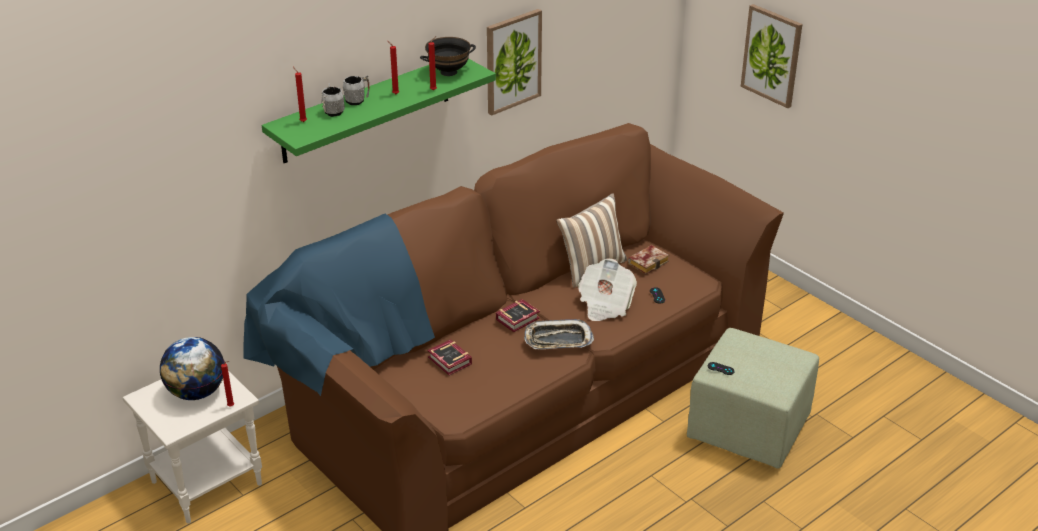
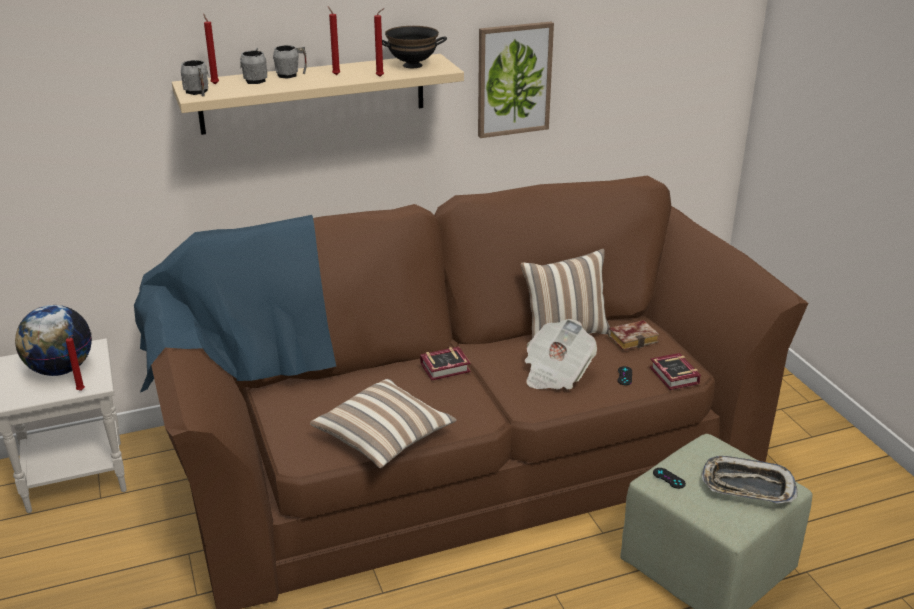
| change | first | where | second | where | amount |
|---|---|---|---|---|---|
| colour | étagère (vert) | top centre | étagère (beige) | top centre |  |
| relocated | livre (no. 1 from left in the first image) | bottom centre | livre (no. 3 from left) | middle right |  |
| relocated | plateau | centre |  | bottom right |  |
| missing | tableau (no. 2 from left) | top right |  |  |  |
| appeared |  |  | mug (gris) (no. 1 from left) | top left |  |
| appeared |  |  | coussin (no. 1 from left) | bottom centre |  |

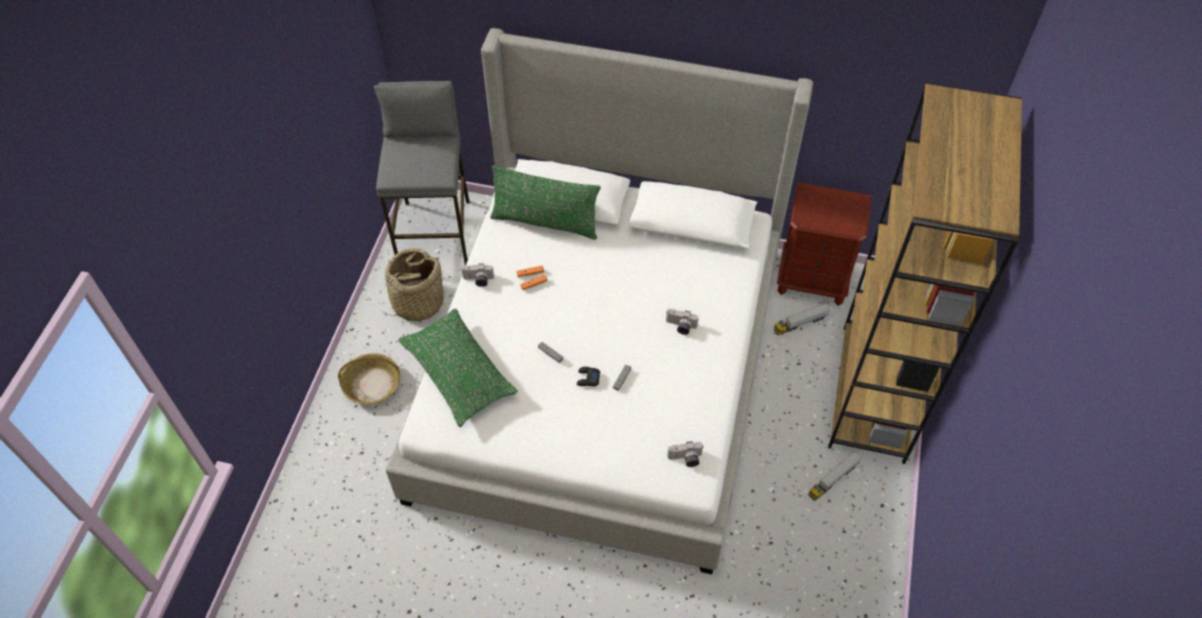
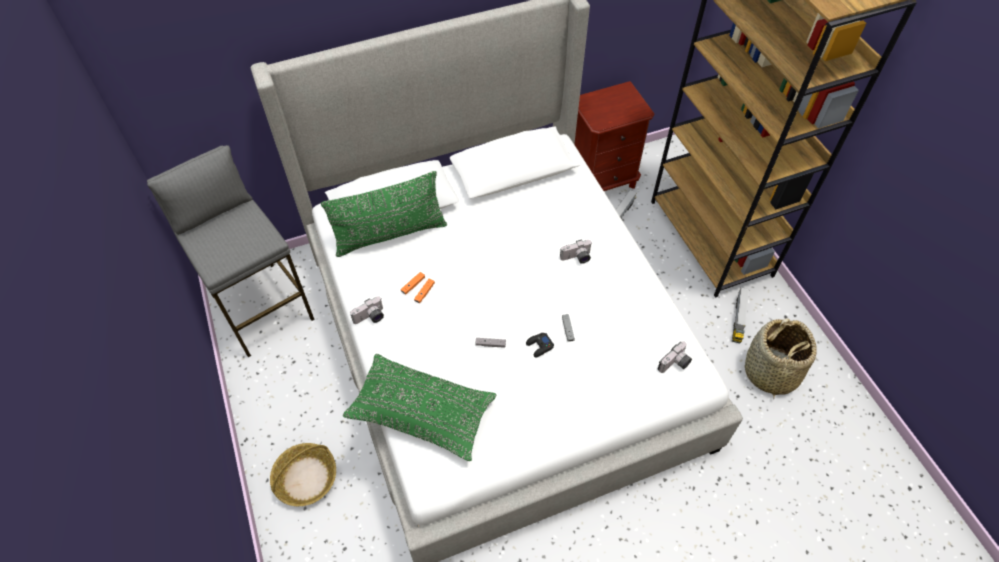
| change | first | where | second | where | amount |
|---|---|---|---|---|---|
| relocated | panier (no. 2 from left) | centre |  | middle right |  |

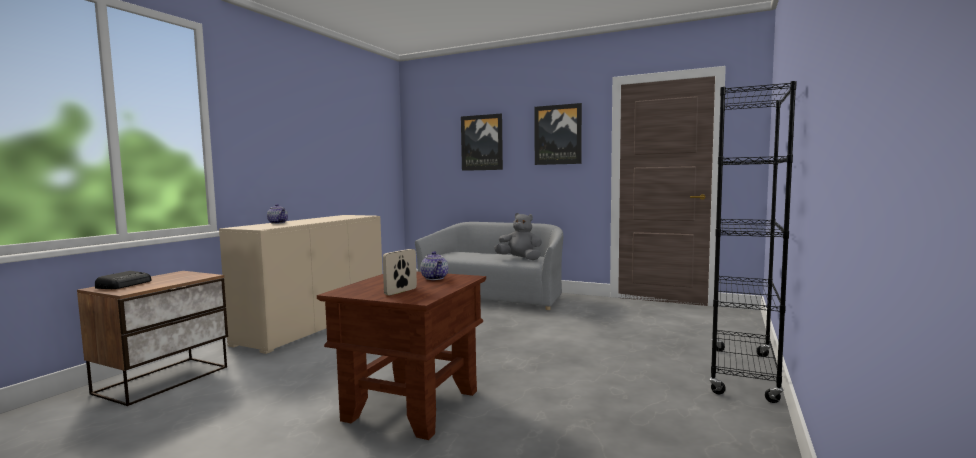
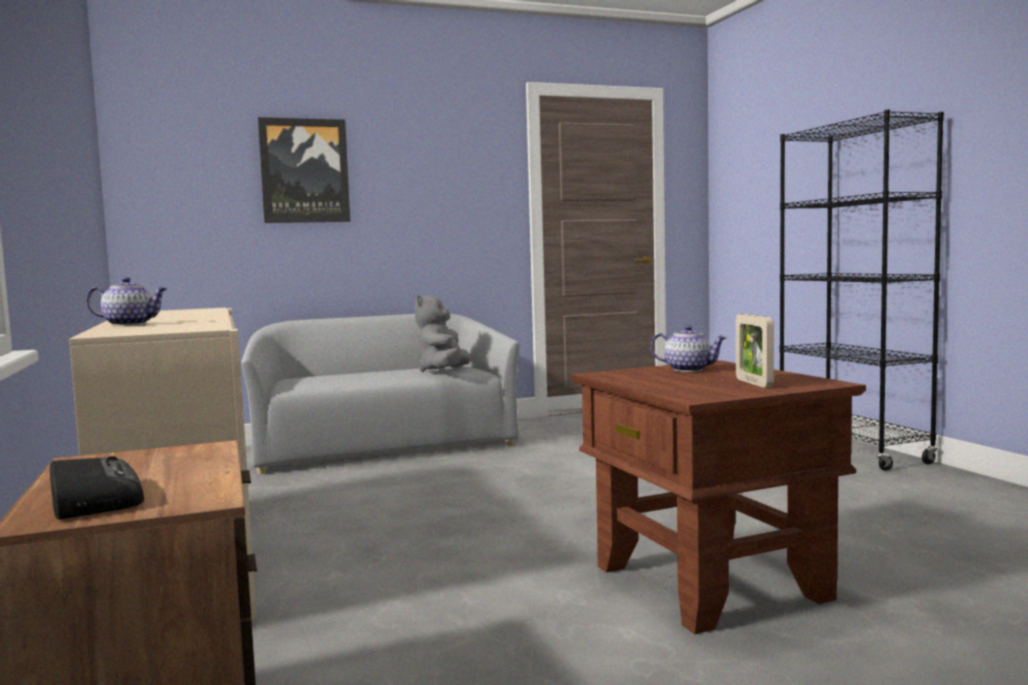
| change | first | where | second | where | amount |
|---|---|---|---|---|---|
| spun | peluche (gris) | centre |  | centre | 60 degrees counterclockwise |
| missing | tableau (no. 2 from left) | top centre |  |  |  |

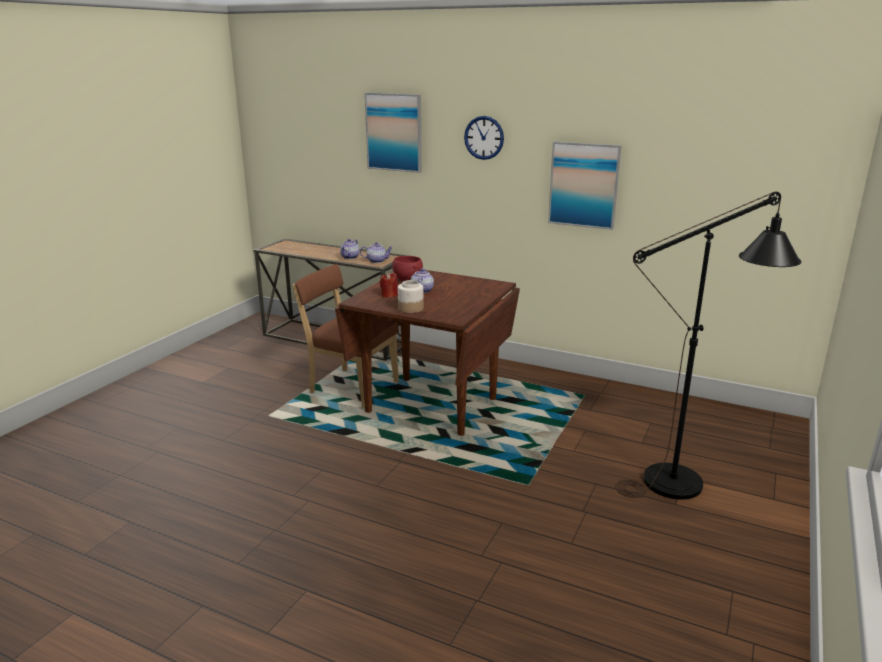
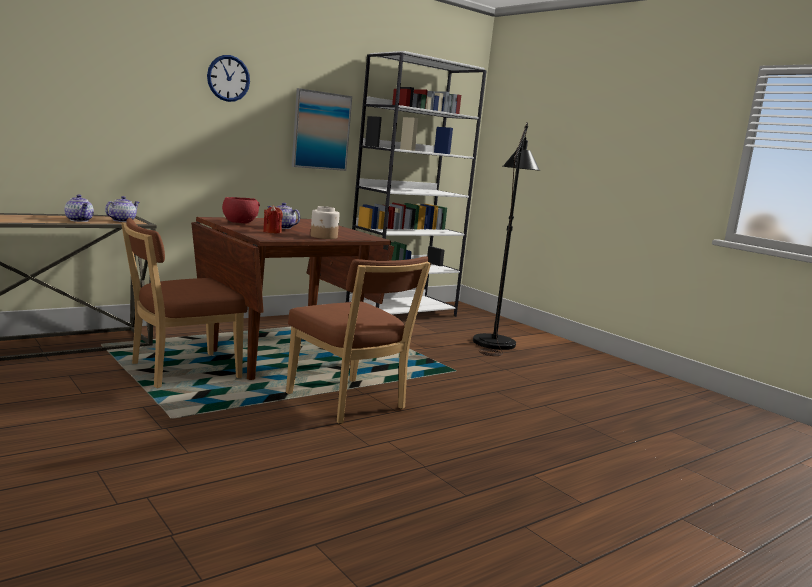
| change | first | where | second | where | amount |
|---|---|---|---|---|---|
| missing | tableau (no. 1 from left) | top centre |  |  |  |
| appeared |  |  | chaise (marron) (no. 2 from left) | centre |  |
| appeared |  |  | bibliothèque (blanc) | top centre |  |

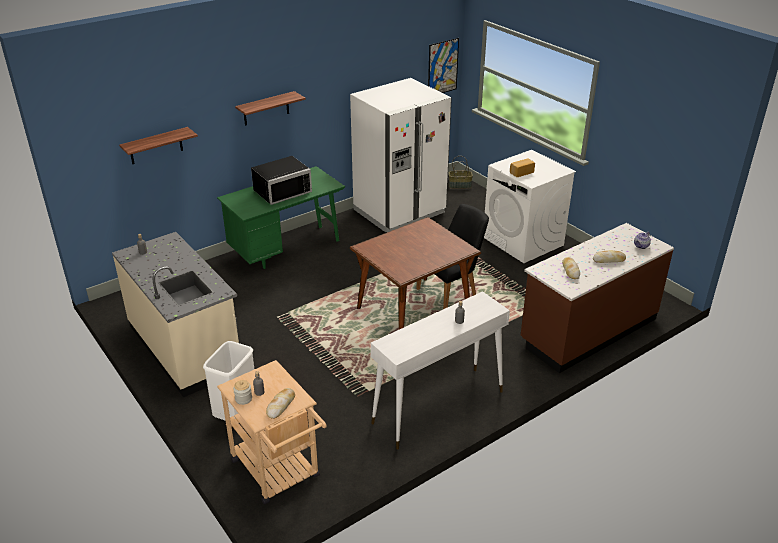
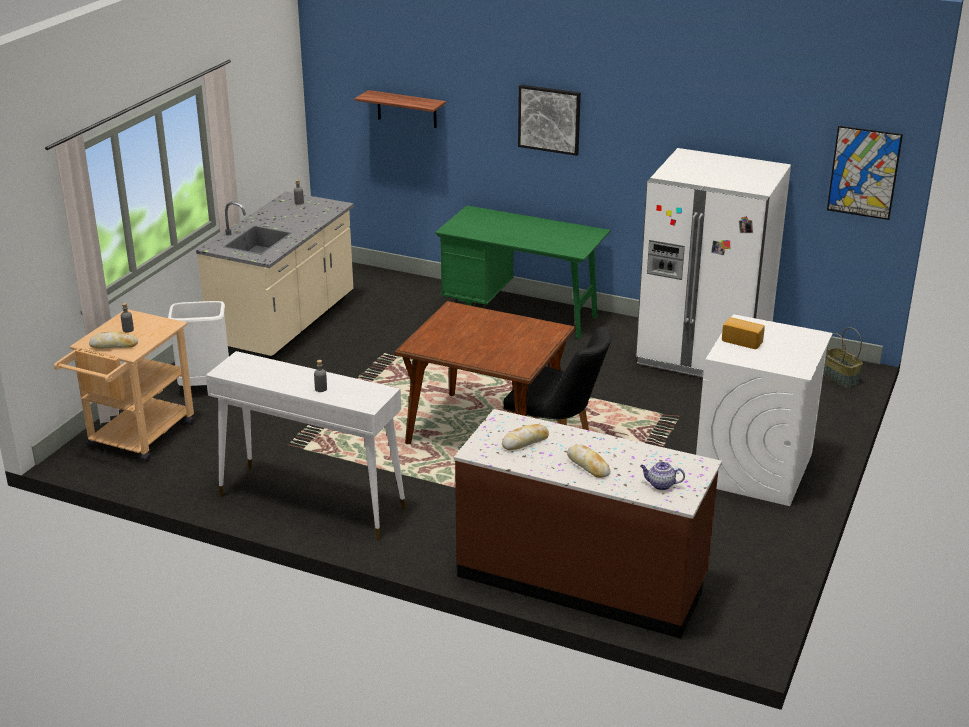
| change | first | where | second | where | amount |
|---|---|---|---|---|---|
| missing | bocal | bottom left |  |  |  |
| exchanged | étagère (no. 2 from left) | top centre | tableau (no. 1 from left) | top centre |  |
| missing | micro-ondes (noir) | top centre |  |  |  |

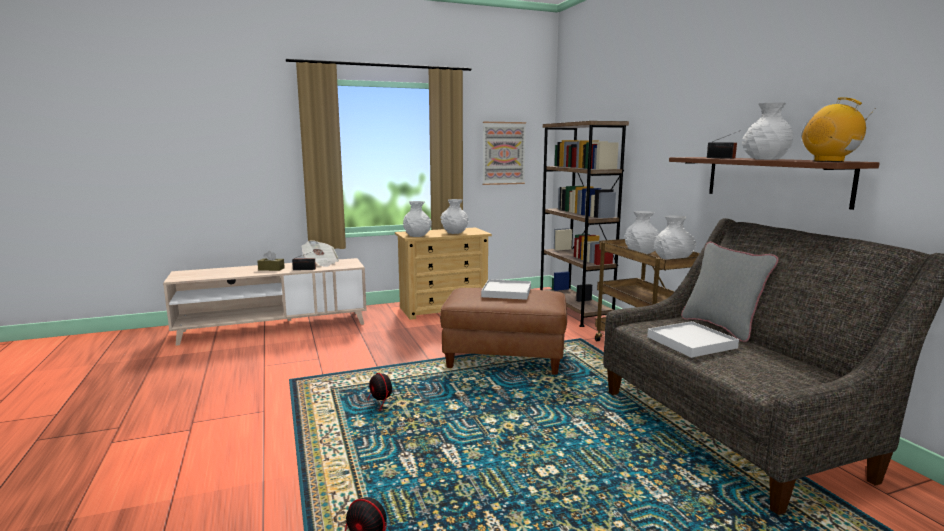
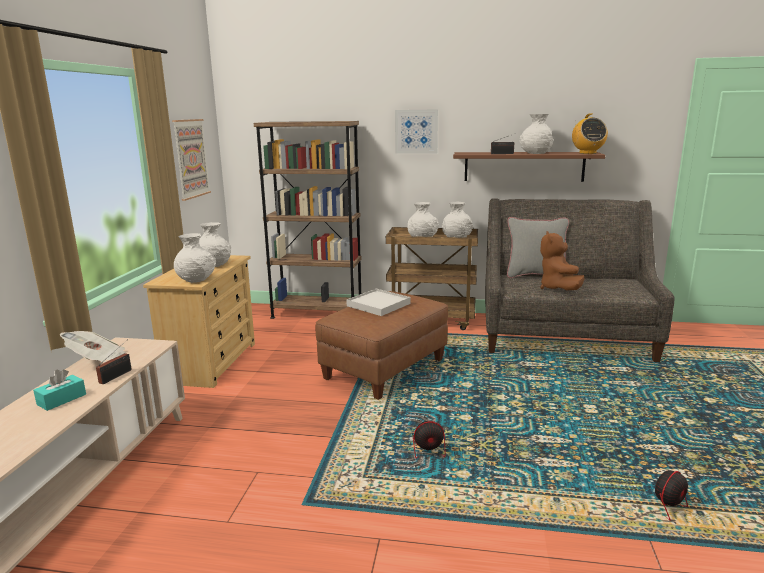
| change | first | where | second | where | amount |
|---|---|---|---|---|---|
| colour | boîte à mouchoirs (marron) | middle left | boîte à mouchoirs (turquoise) | bottom left |  |
| exchanged | plateau (blanc) (no. 2 from left) | middle right | peluche (marron) | middle right |  |
| spun | radio (no. 3 from left) | top right |  | top right | 90 degrees counterclockwise |
| appeared |  |  | tableau (no. 2 from left) | top centre |  |

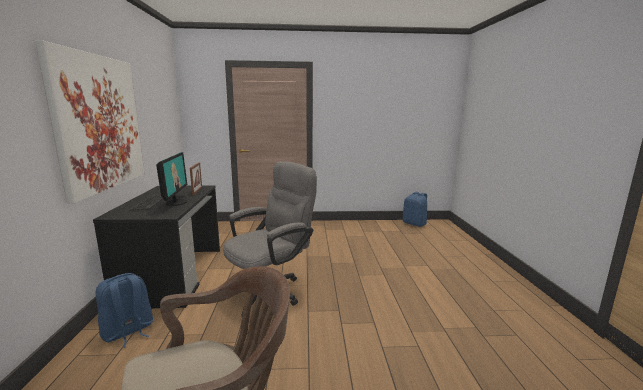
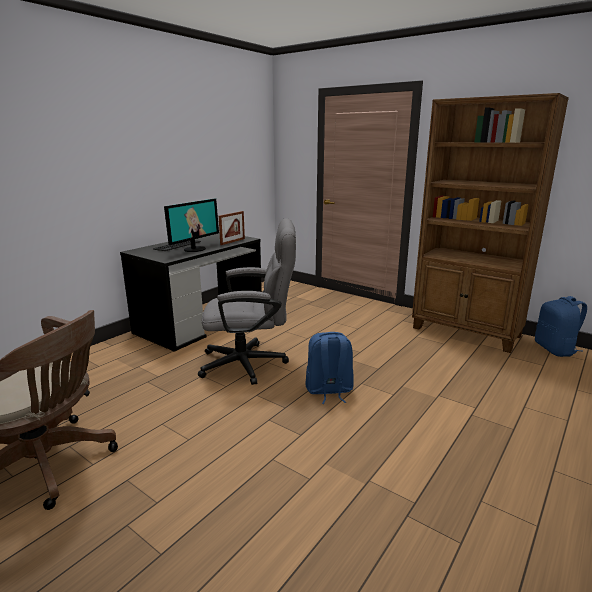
| change | first | where | second | where | amount |
|---|---|---|---|---|---|
| missing | tableau | top left |  |  |  |
| relocated | sac à dos (bleu) (no. 1 from left) | bottom left |  | centre |  |
| appeared |  |  | bibliothèque (marron) | middle right |  |

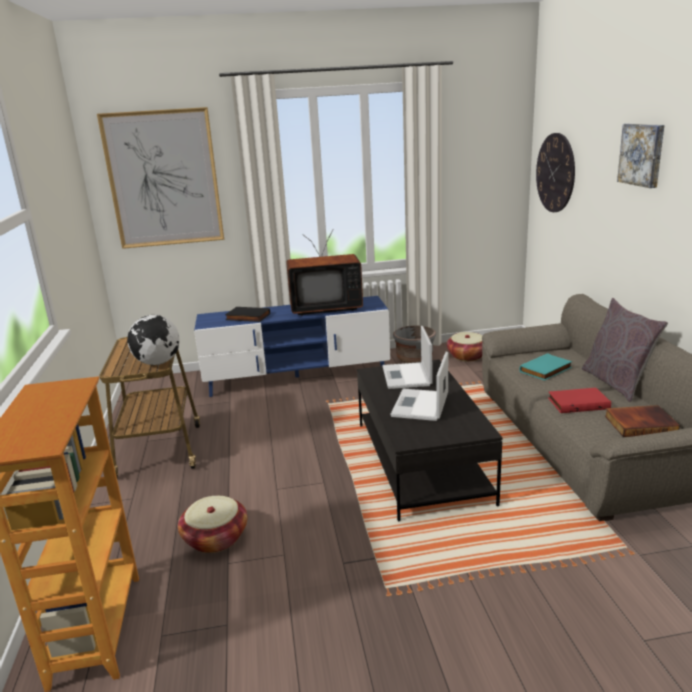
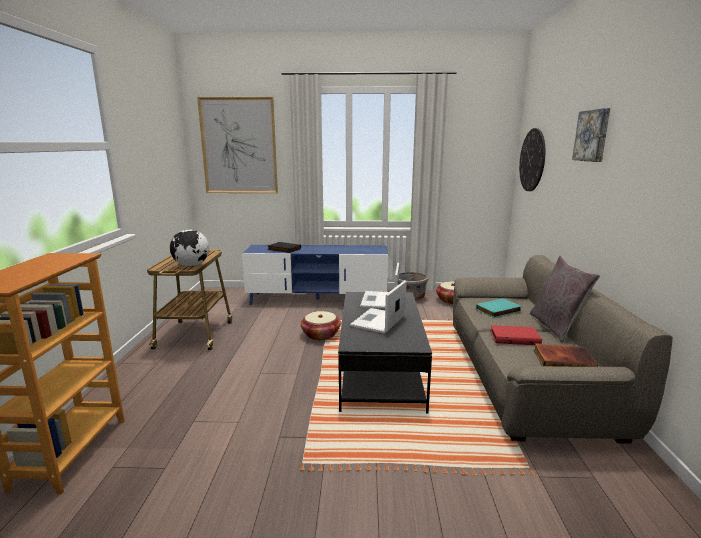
| change | first | where | second | where | amount |
|---|---|---|---|---|---|
| relocated | panier (no. 1 from left) | bottom left |  | centre |  |
| missing | téléviseur | centre |  |  |  |

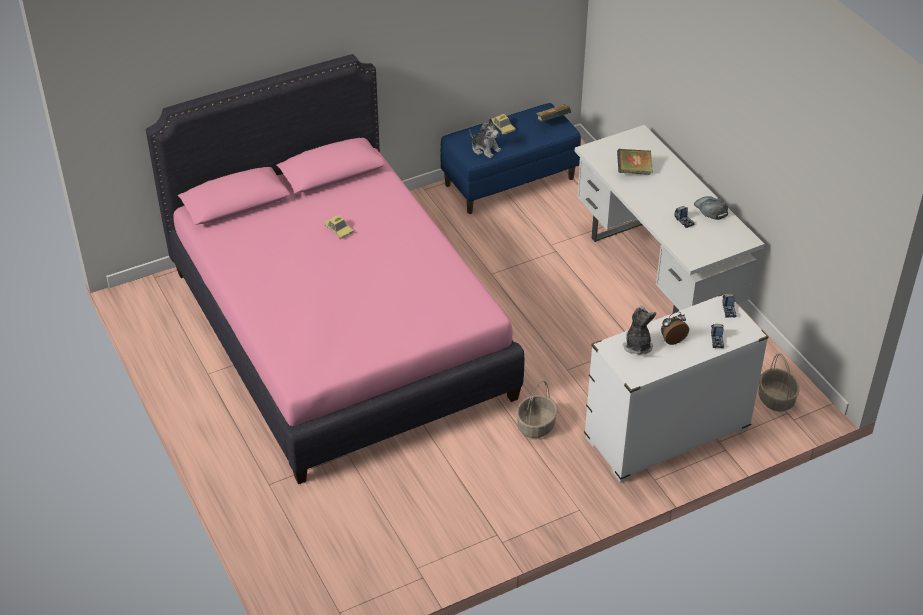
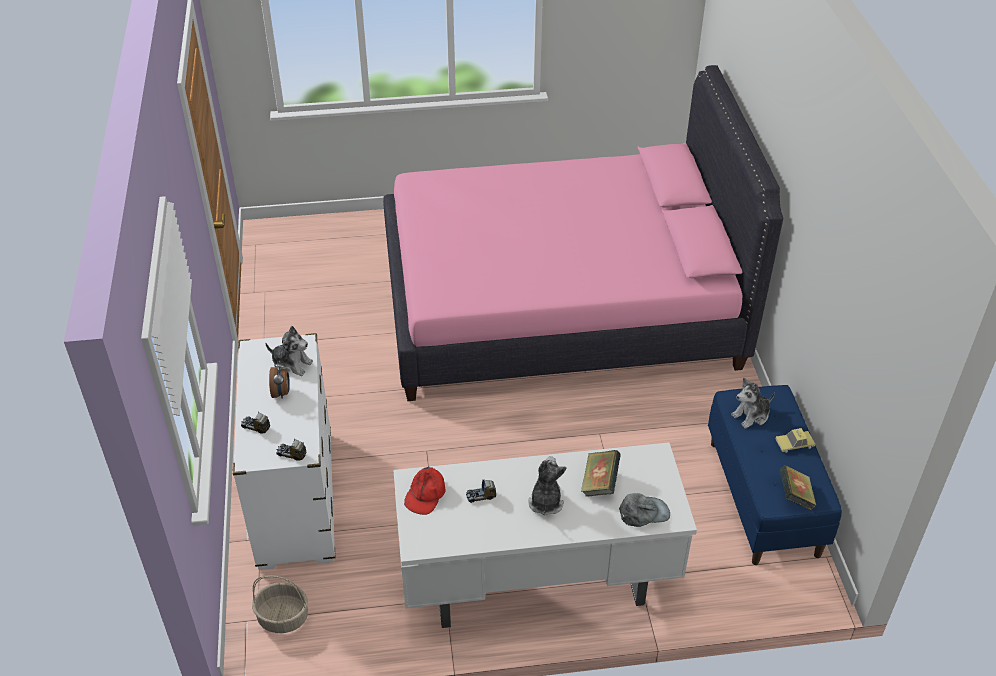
| change | first | where | second | where | amount |
|---|---|---|---|---|---|
| missing | petite voiture (no. 1 from left) | centre |  |  |  |
| missing | panier (no. 1 from left) | centre |  |  |  |
| relocated | casquette (gris) | middle right |  | bottom centre |  |
| appeared |  |  | casquette (rouge) | bottom centre |  |
| appeared |  |  | peluche (no. 2 from left) | bottom centre |  |

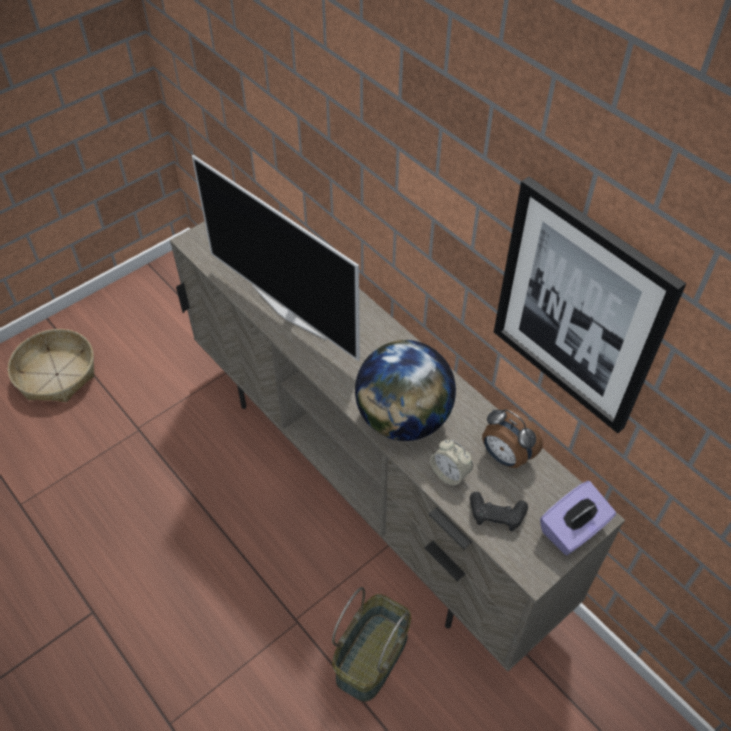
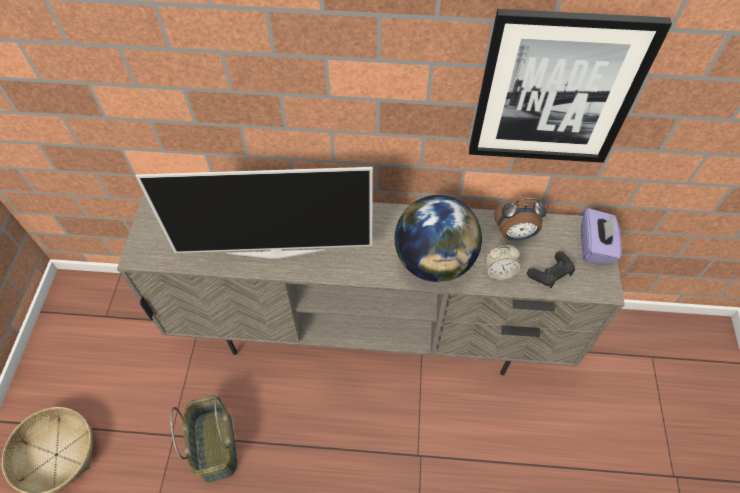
| change | first | where | second | where | amount |
|---|---|---|---|---|---|
| relocated | panier (no. 2 from left) | bottom centre |  | bottom left |  |

